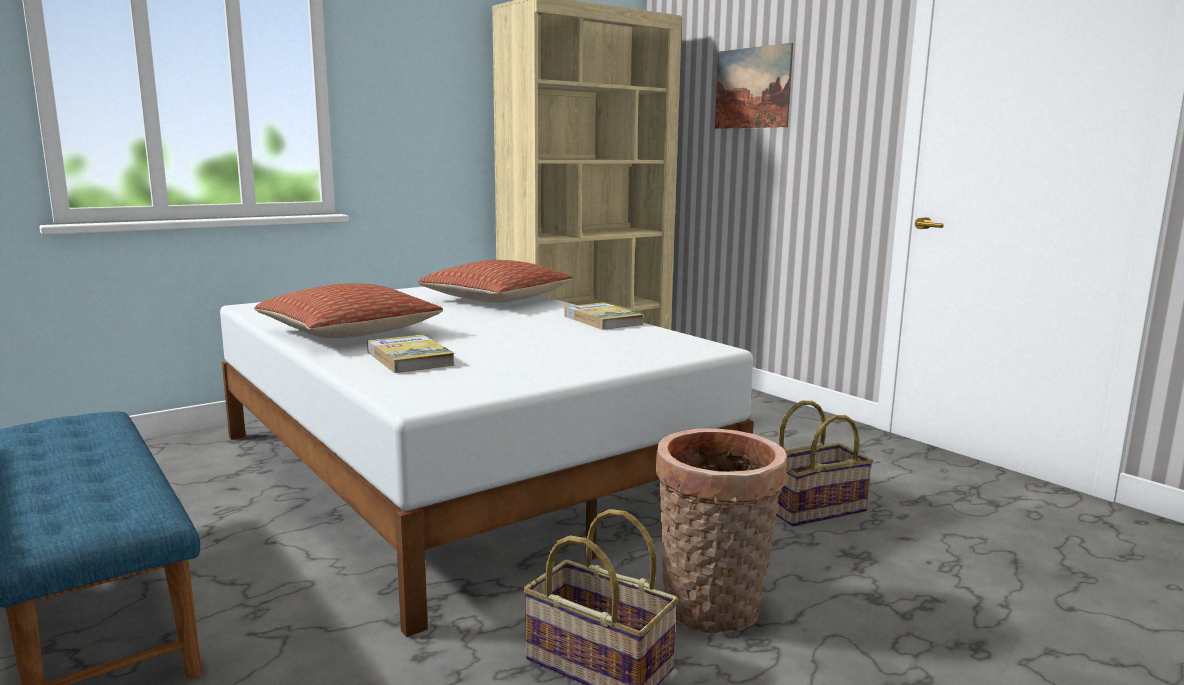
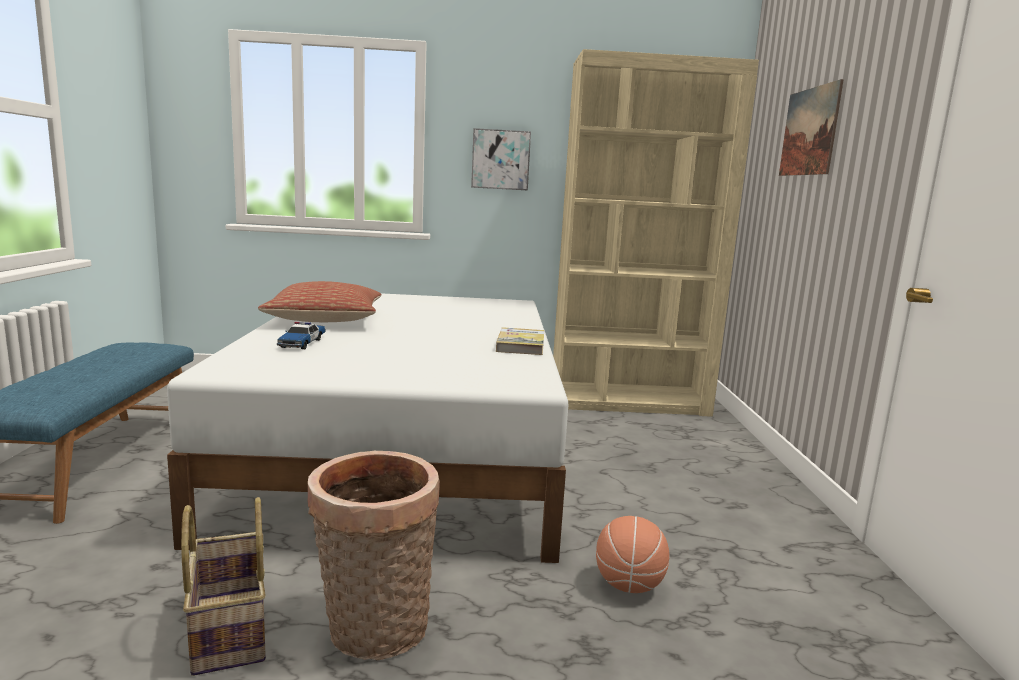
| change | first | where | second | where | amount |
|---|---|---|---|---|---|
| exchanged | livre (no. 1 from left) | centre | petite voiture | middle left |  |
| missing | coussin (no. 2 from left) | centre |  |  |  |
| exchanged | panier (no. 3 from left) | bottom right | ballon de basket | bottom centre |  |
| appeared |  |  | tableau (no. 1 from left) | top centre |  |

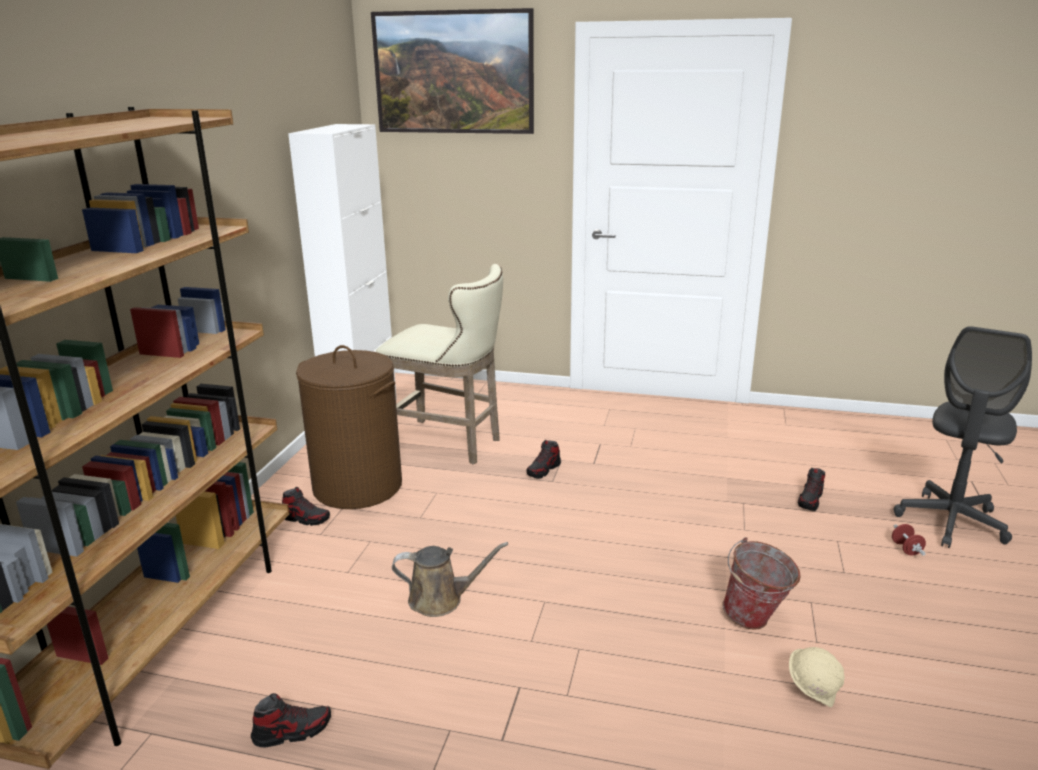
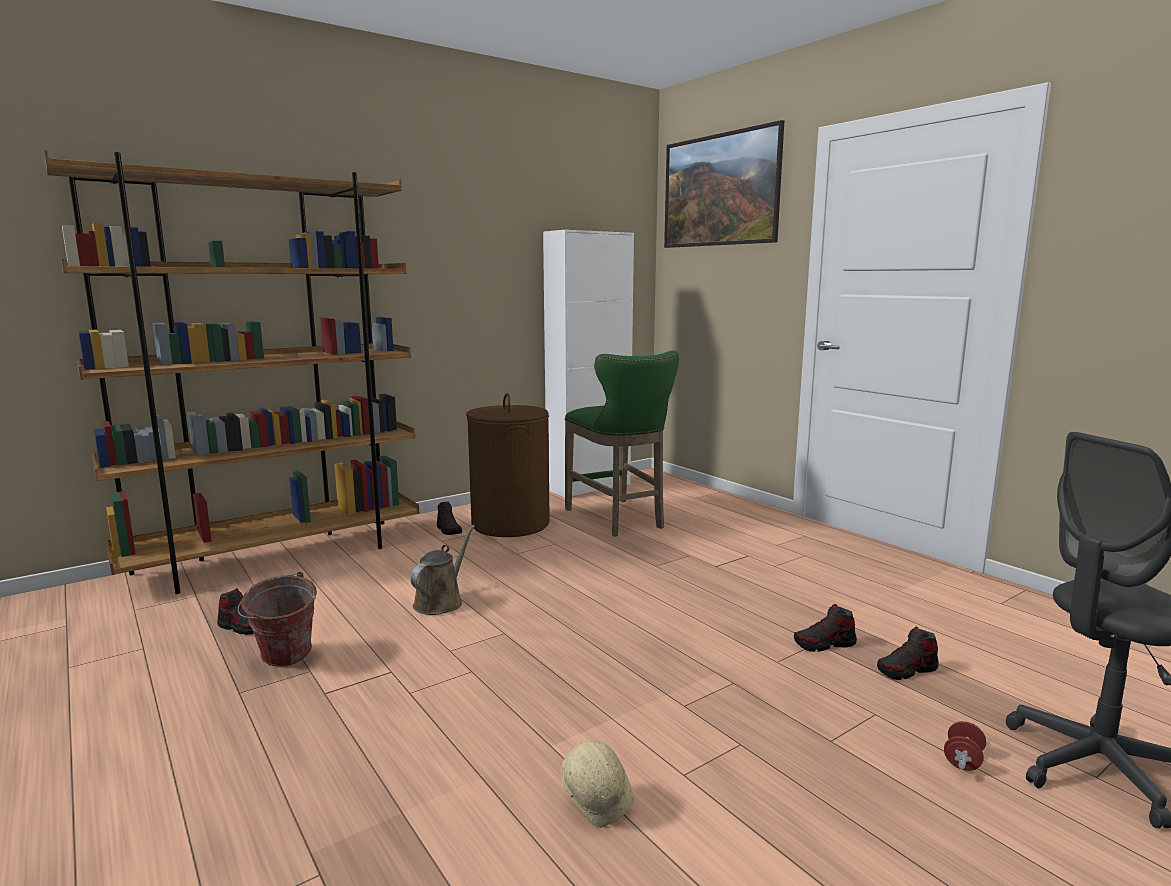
| change | first | where | second | where | amount |
|---|---|---|---|---|---|
| colour | tabouret (beige) | centre | tabouret (vert) | centre |  |
| spun | arrosoir (marron) | bottom centre |  | centre | 105 degrees counterclockwise |
| relocated | chaussure (no. 3 from left) | centre |  | bottom right |  |
| relocated | seau | bottom right |  | bottom left |  |

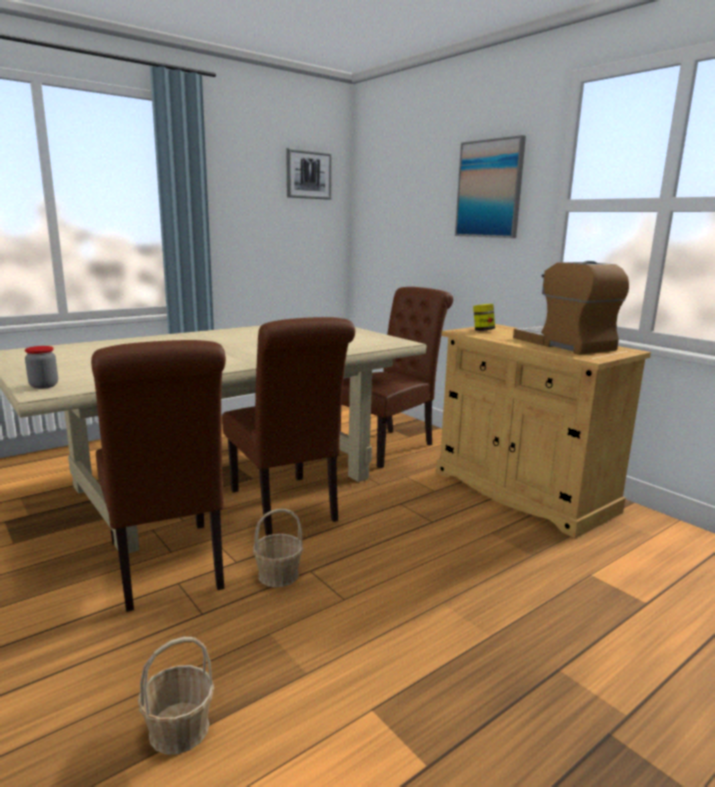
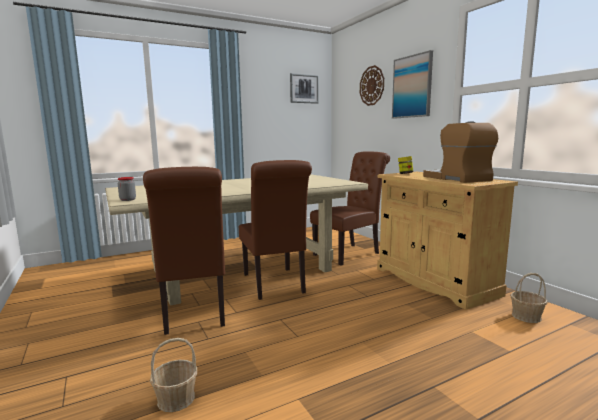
| change | first | where | second | where | amount |
|---|---|---|---|---|---|
| relocated | panier (no. 2 from left) | bottom centre |  | bottom right |  |
| appeared |  |  | horloge murale | top centre |  |

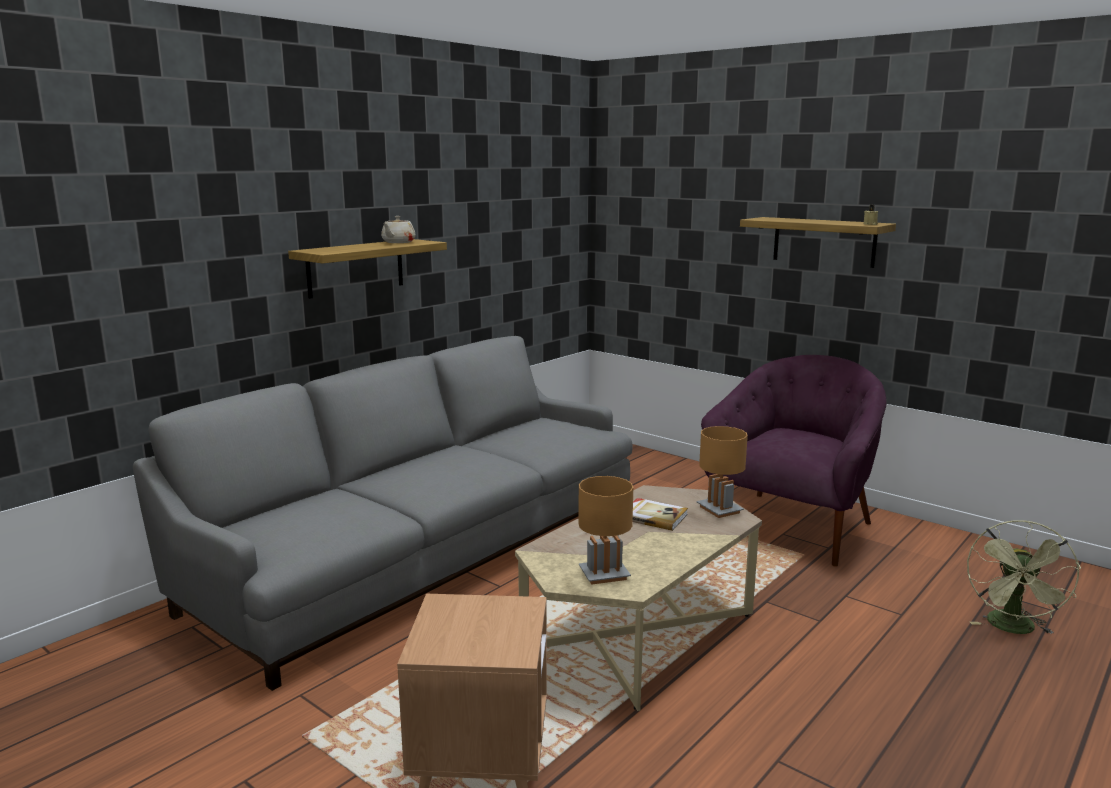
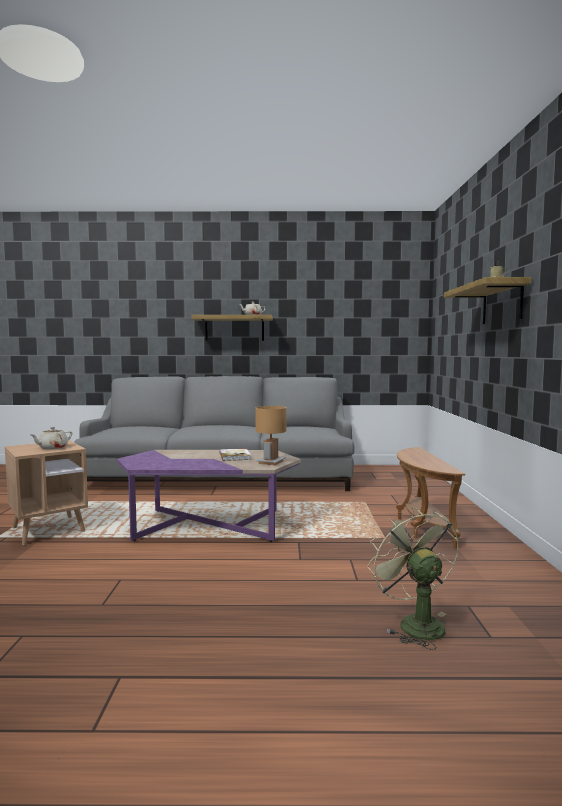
| change | first | where | second | where | amount |
|---|---|---|---|---|---|
| colour | table basse (beige) | bottom centre | table basse (violet) | centre |  |
| missing | lampe de table (marron) (no. 1 from left) | bottom centre |  |  |  |
| exchanged | fauteuil (violet) | middle right | table d'appoint (marron) (no. 2 from left) | middle right |  |
| spun | ventilateur (vert) | bottom right |  | bottom right | 90 degrees clockwise |
| appeared |  |  | théière (beige) (no. 1 from left) | middle left |  |

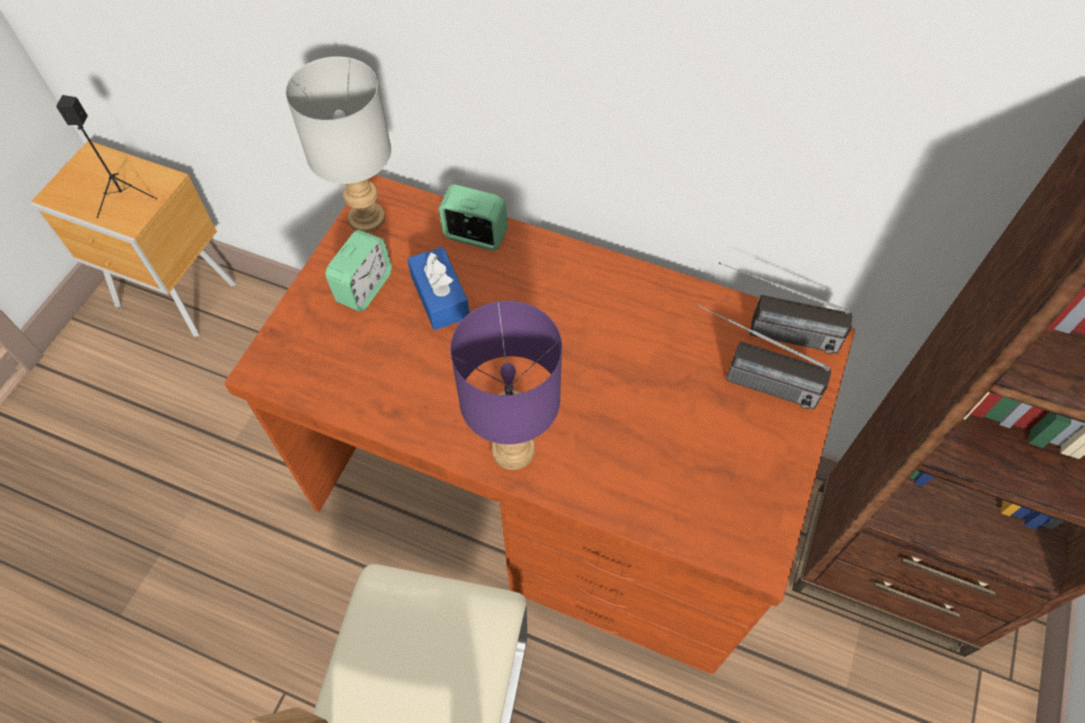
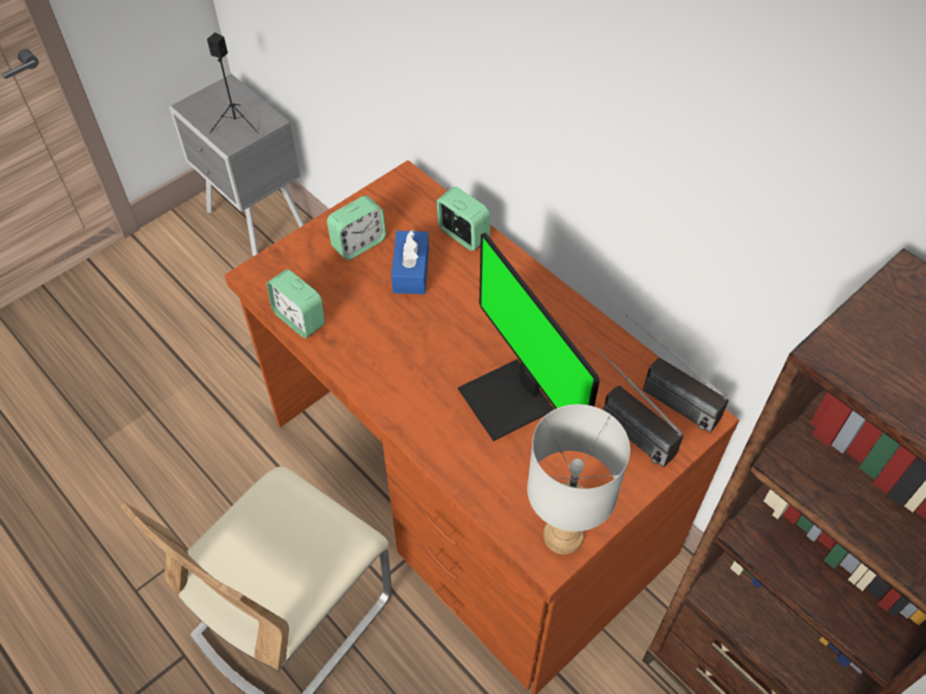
| change | first | where | second | where | amount |
|---|---|---|---|---|---|
| colour | table de chevet (marron) | top left | table de chevet (gris) | top left |  |
| relocated | lampe de table (gris) | top left |  | bottom centre |  |
| missing | lampe de table (violet) | centre |  |  |  |
| appeared |  |  | réveil (no. 1 from left) | middle left |  |
| appeared |  |  | écran d'ordinateur | centre |  |

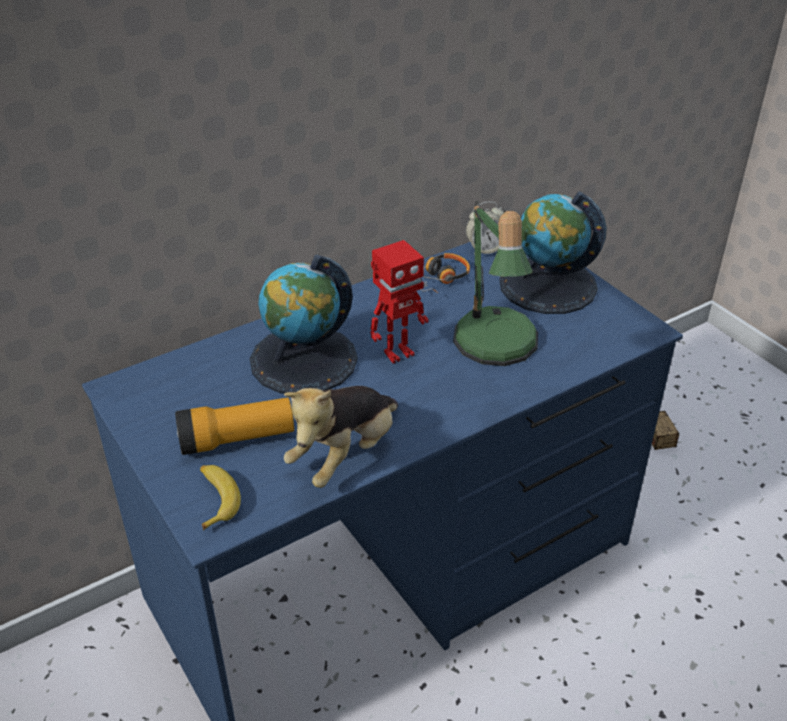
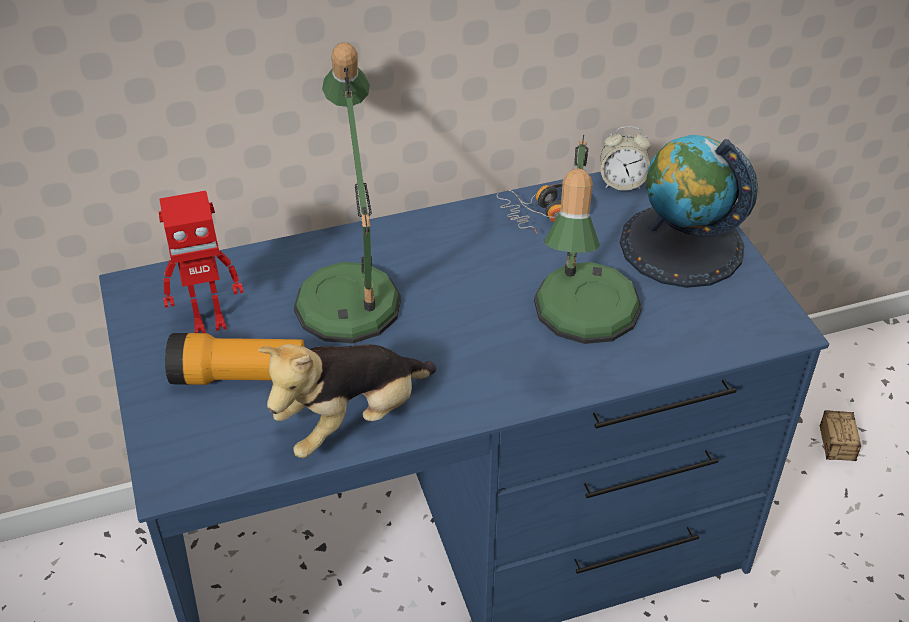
| change | first | where | second | where | amount |
|---|---|---|---|---|---|
| missing | banane | bottom left |  |  |  |
| exchanged | globe (no. 1 from left) | centre | lampe de table (no. 1 from left) | top centre |  |
| relocated | robot jouet | centre |  | middle left |  |

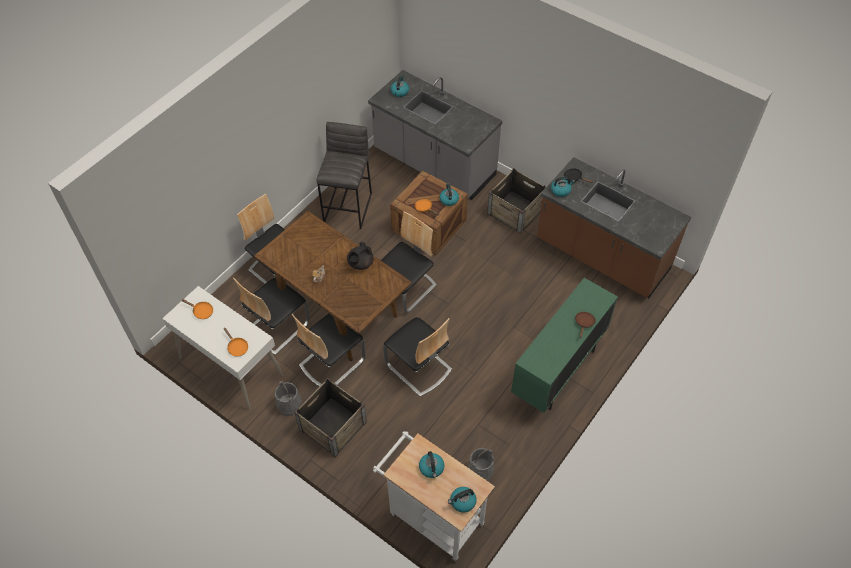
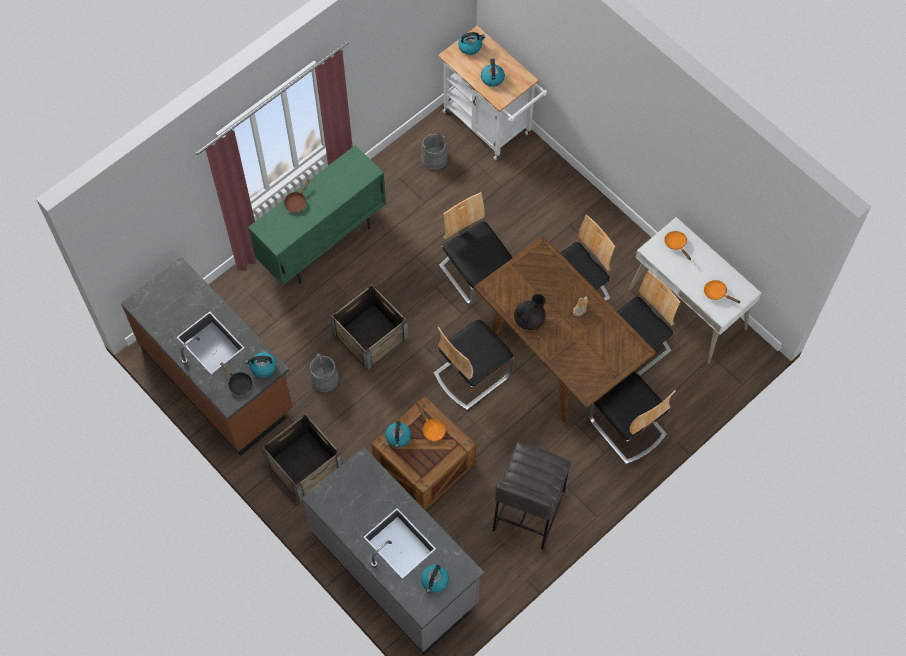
| change | first | where | second | where | amount |
|---|---|---|---|---|---|
| relocated | seau (gris) (no. 1 from left) | bottom centre |  | centre |  |
| relocated | caisse (no. 1 from left in the first image) | bottom centre | caisse (no. 2 from left) | centre |  |

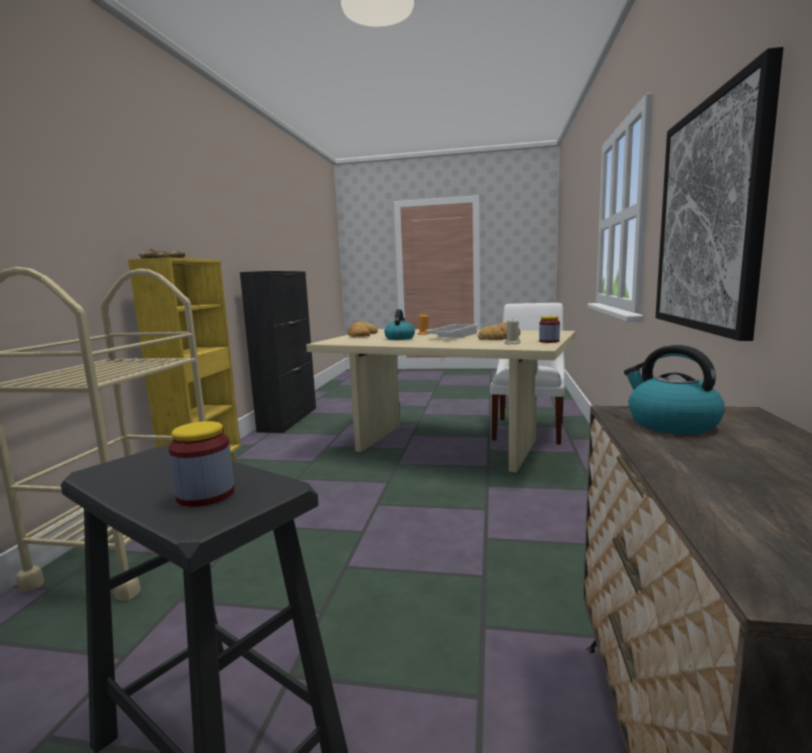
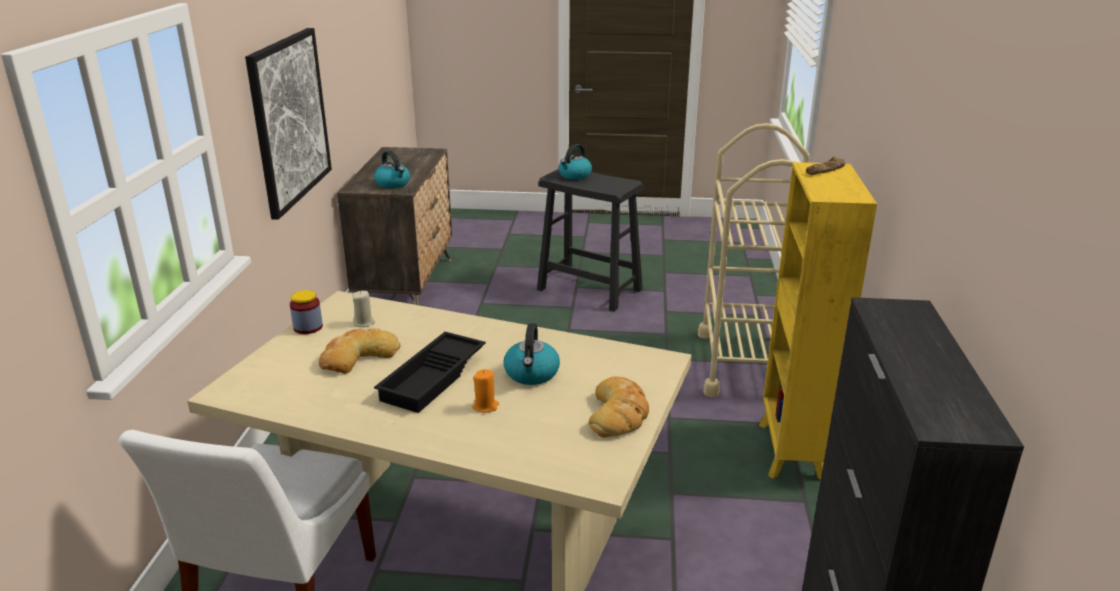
| change | first | where | second | where | amount |
|---|---|---|---|---|---|
| exchanged | bocal (no. 1 from left) | middle left | bouilloire (no. 3 from left) | top centre |  |
| colour | plateau (blanc) | centre | plateau (noir) | centre |  |

